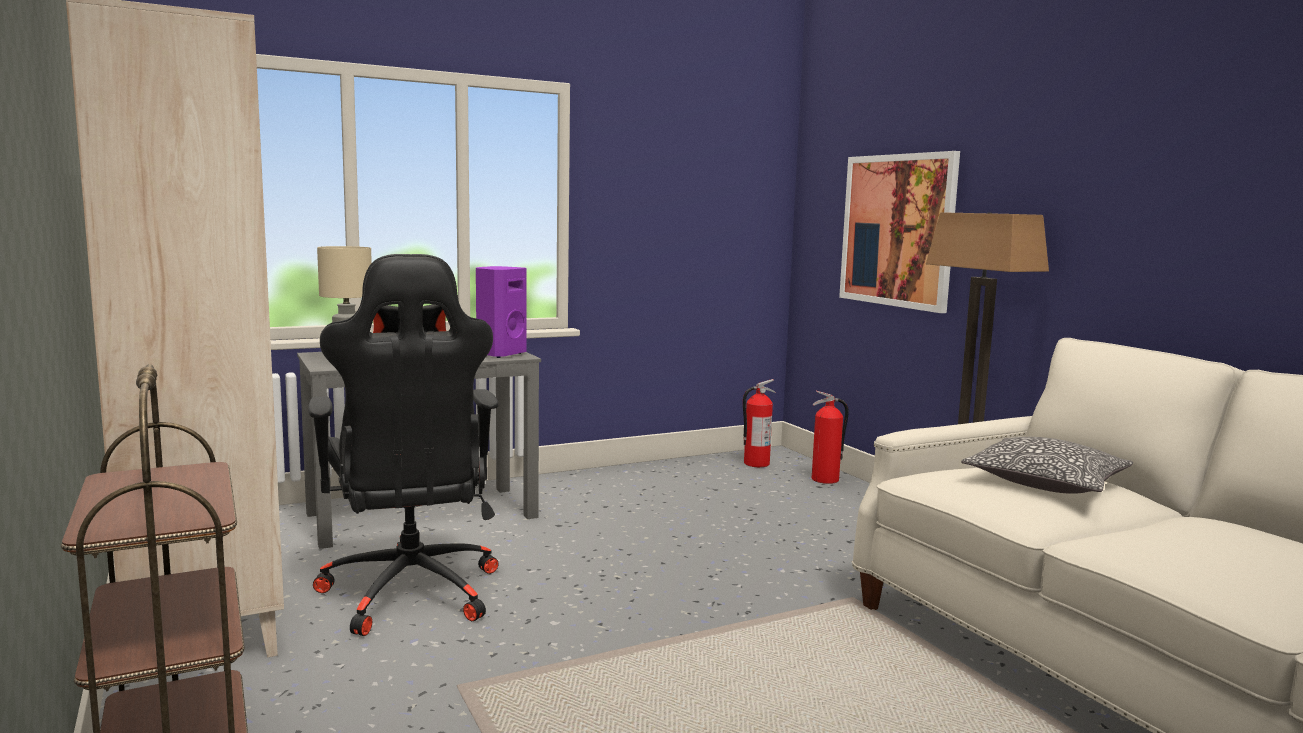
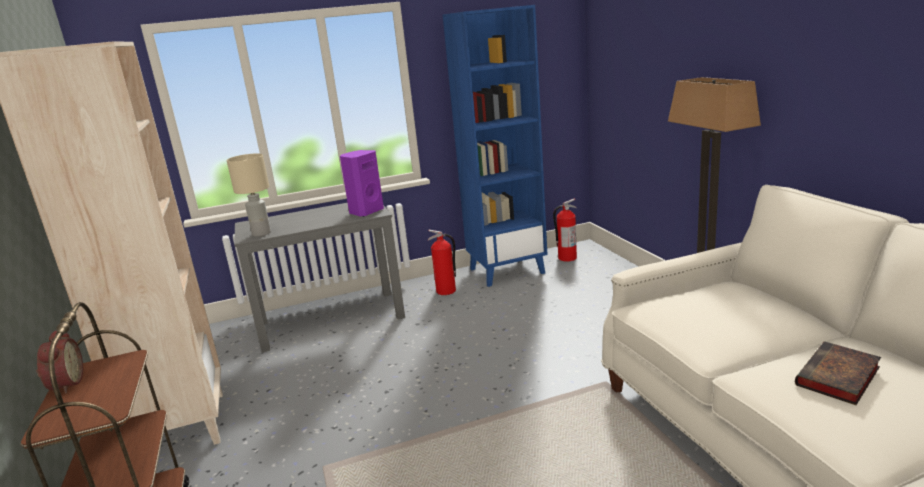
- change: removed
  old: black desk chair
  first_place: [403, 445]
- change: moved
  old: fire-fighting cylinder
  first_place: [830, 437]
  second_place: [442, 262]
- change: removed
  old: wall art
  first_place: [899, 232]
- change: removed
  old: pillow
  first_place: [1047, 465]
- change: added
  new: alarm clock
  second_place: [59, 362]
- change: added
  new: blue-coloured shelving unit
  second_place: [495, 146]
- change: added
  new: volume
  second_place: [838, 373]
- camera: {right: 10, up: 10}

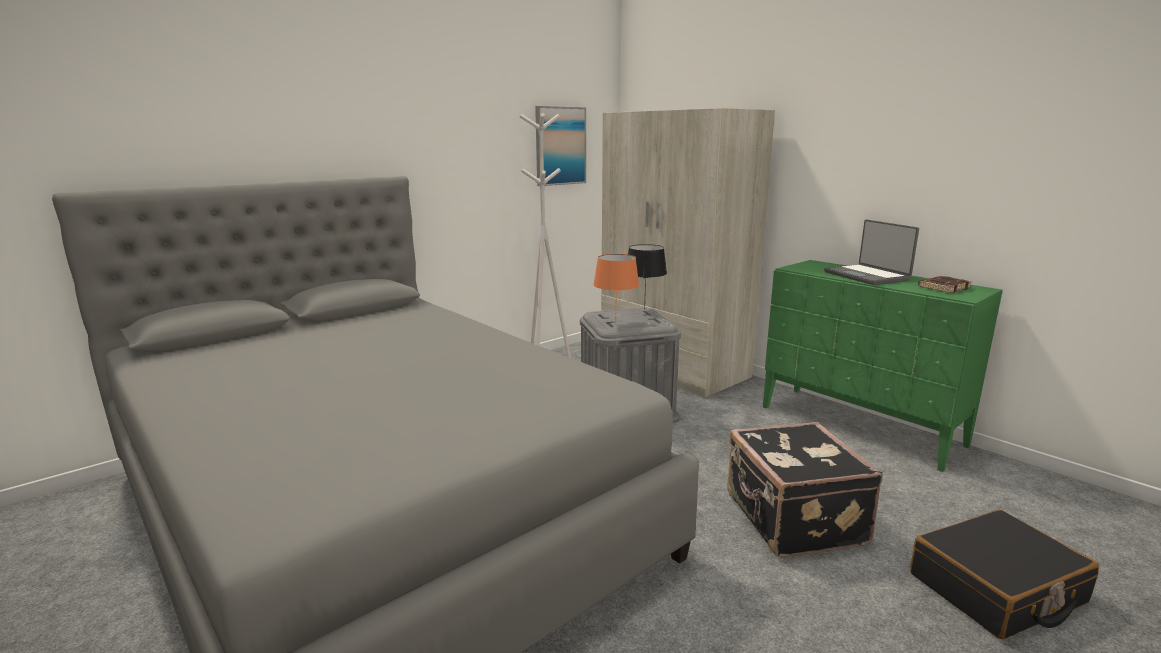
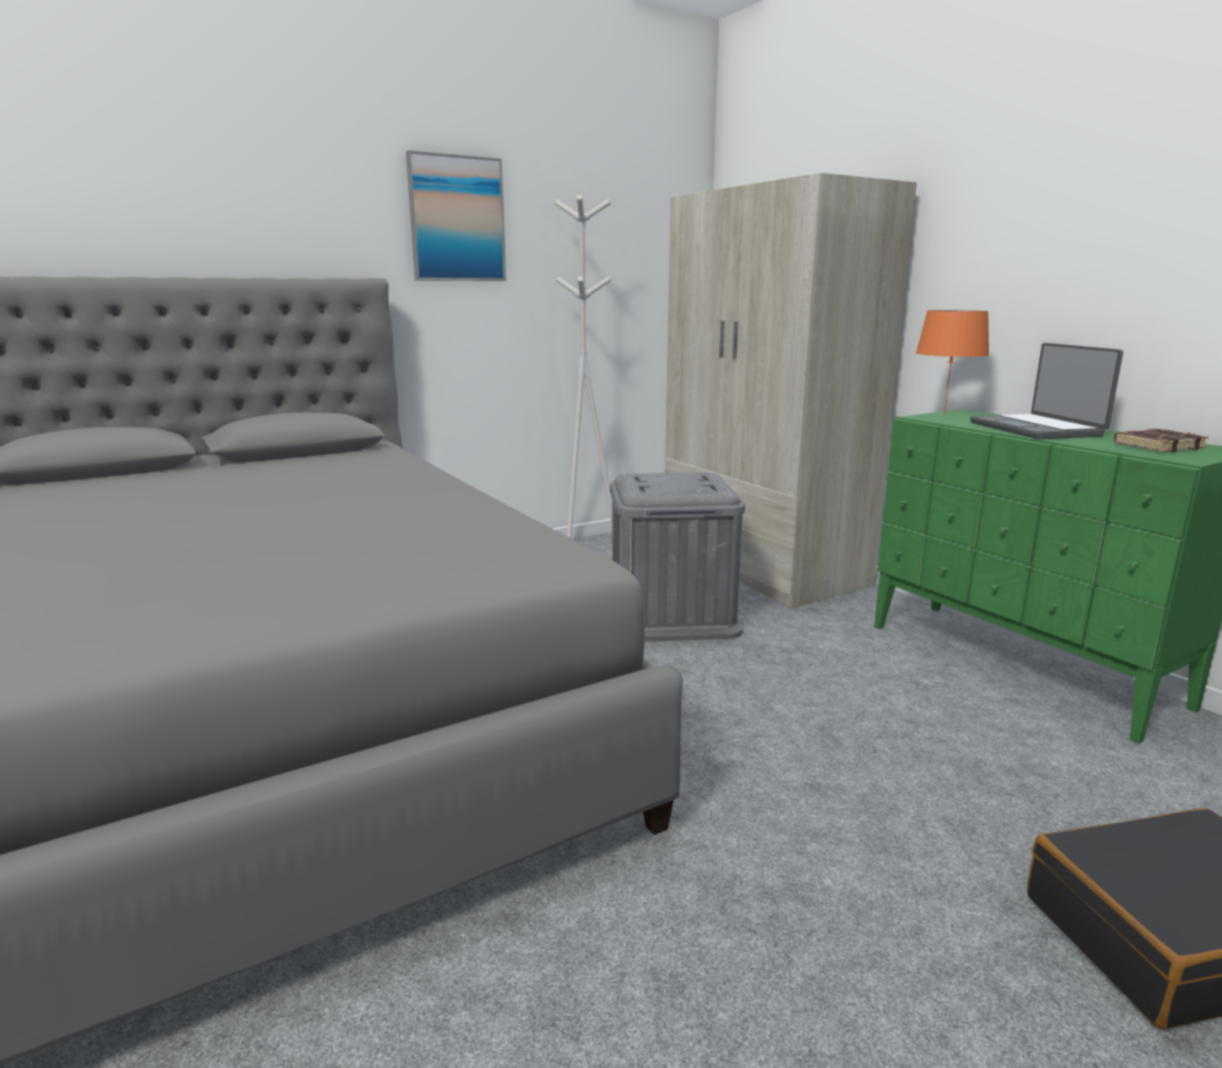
- change: moved
  old: wall art
  first_place: [560, 146]
  second_place: [456, 215]
- change: moved
  old: orangey table lamp
  first_place: [616, 289]
  second_place: [952, 363]
- change: removed
  old: black table lamp
  first_place: [647, 277]
- change: removed
  old: black piece of luggage
  first_place: [805, 489]
- camera: {right: 10, up: 0}

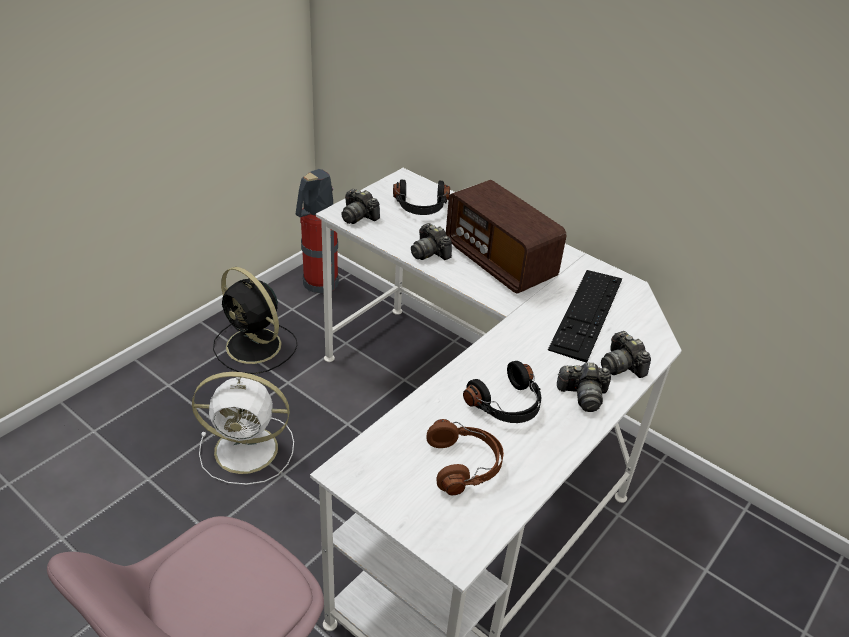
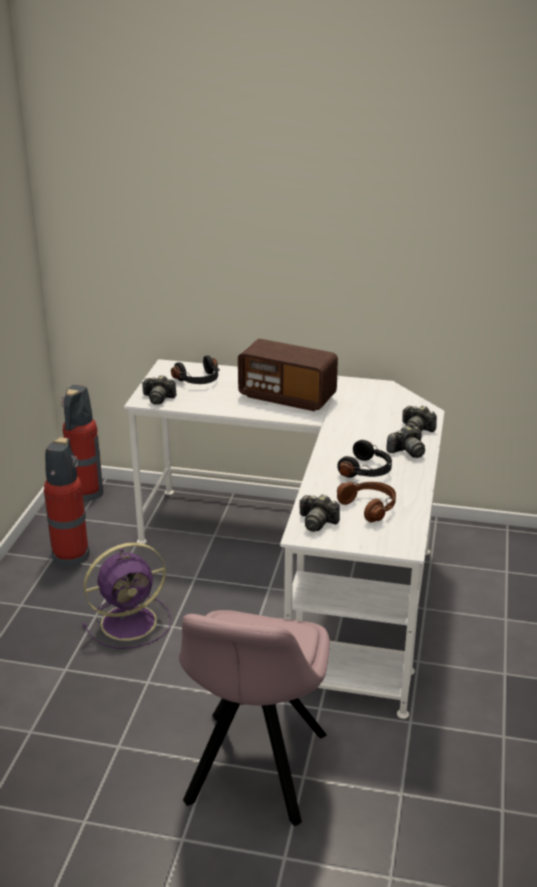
- change: recoloured
  old: white fan
  new: purple-coloured fan
  first_place: [243, 428]
  second_place: [127, 595]
- change: replaced
  old: black fan
  new: fire-fighting cylinder
  first_place: [255, 320]
  second_place: [67, 502]
- change: moved
  old: still camera
  first_place: [431, 241]
  second_place: [319, 513]
- change: removed
  old: keyboard
  first_place: [585, 316]
- camera: {right: -25, up: -10}

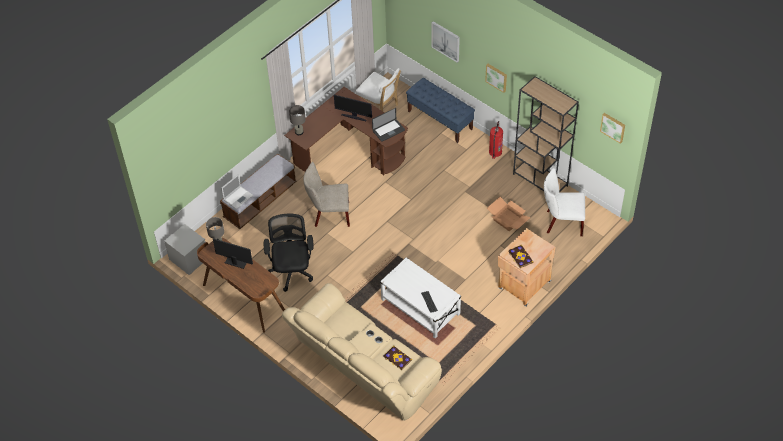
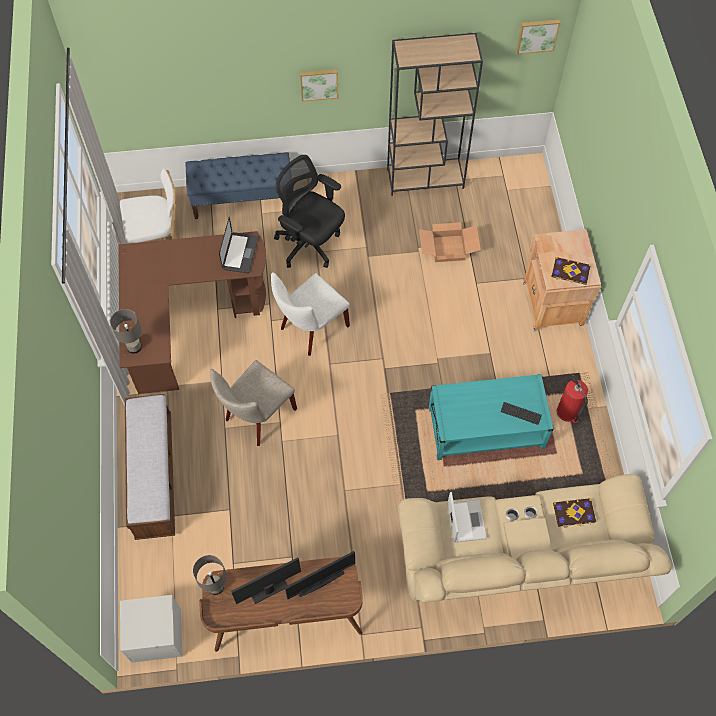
- change: moved
  old: portable computer
  first_place: [237, 192]
  second_place: [467, 517]
- change: moved
  old: black desk chair
  first_place: [289, 253]
  second_place: [309, 211]
- change: moved
  old: computer display
  first_place: [353, 108]
  second_place: [320, 575]
- change: recoloured
  old: white lounge table
  new: turquoise lounge table
  first_place: [420, 298]
  second_place: [491, 417]
- change: removed
  old: wall art
  first_place: [445, 42]
- change: moved
  old: fire-fighting cylinder
  first_place: [496, 140]
  second_place: [572, 399]
- change: moved
  old: white chair
  first_place: [564, 202]
  second_place: [310, 314]
- camera: {right: -50, up: 10}

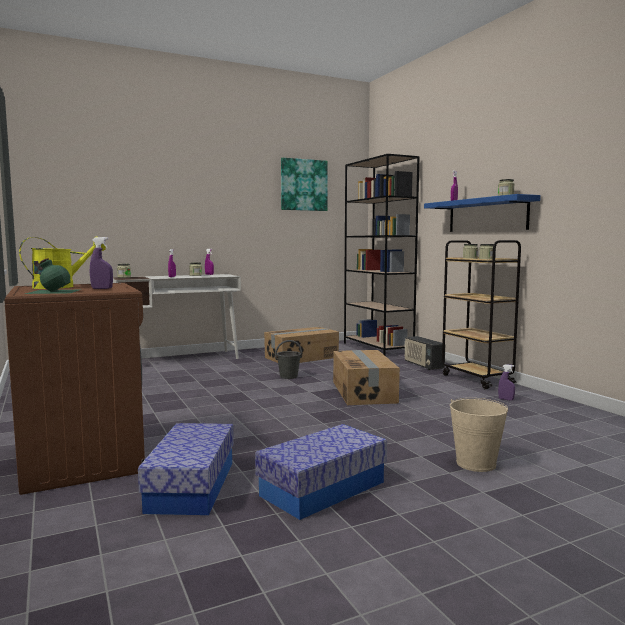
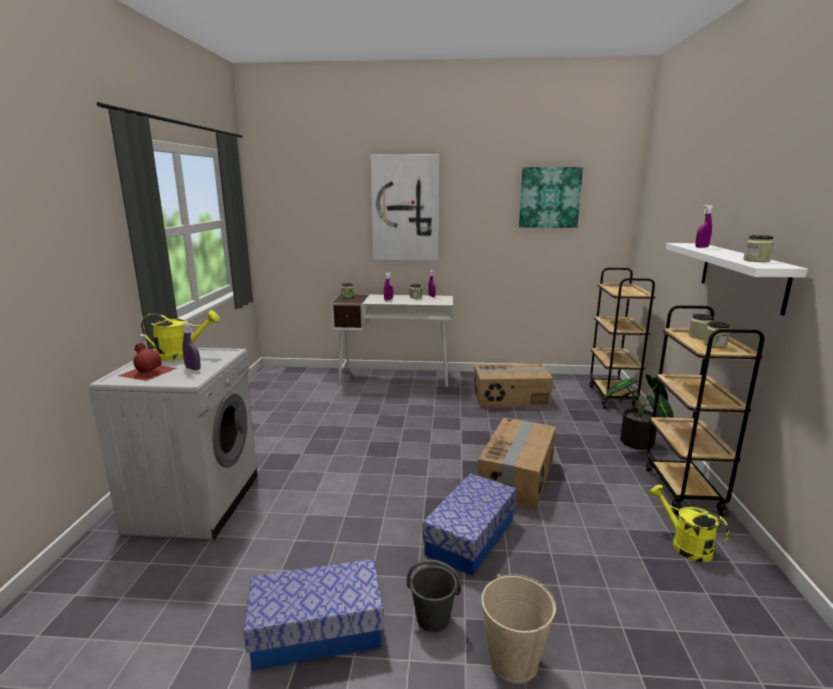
- change: recoloured
  old: brownish washing machine
  new: white washing machine
  first_place: [75, 389]
  second_place: [173, 444]
- change: recoloured
  old: greenish drink bottle
  new: reddish drink bottle
  first_place: [52, 276]
  second_place: [147, 362]
- change: moved
  old: storage bin
  first_place: [186, 469]
  second_place: [469, 524]
- change: moved
  old: grey water bucket
  first_place: [288, 359]
  second_place: [434, 596]
- change: replaced
  old: beige-coloured shelving unit
  new: brownish cart
  first_place: [381, 254]
  second_place: [622, 338]
- change: replaced
  old: radio receiver
  new: houseplant
  first_place: [424, 353]
  second_place: [638, 412]
- change: recoloured
  old: blue-coloured wall shelf
  new: white wall shelf
  first_place: [482, 213]
  second_place: [737, 279]
- change: replaced
  old: purple-coloured hand sprayer
  new: yellow-coloured watering pot
  first_place: [506, 382]
  second_place: [689, 523]
- change: added
  new: wall art
  second_place: [405, 207]
- camera: {right: 30, up: 10}

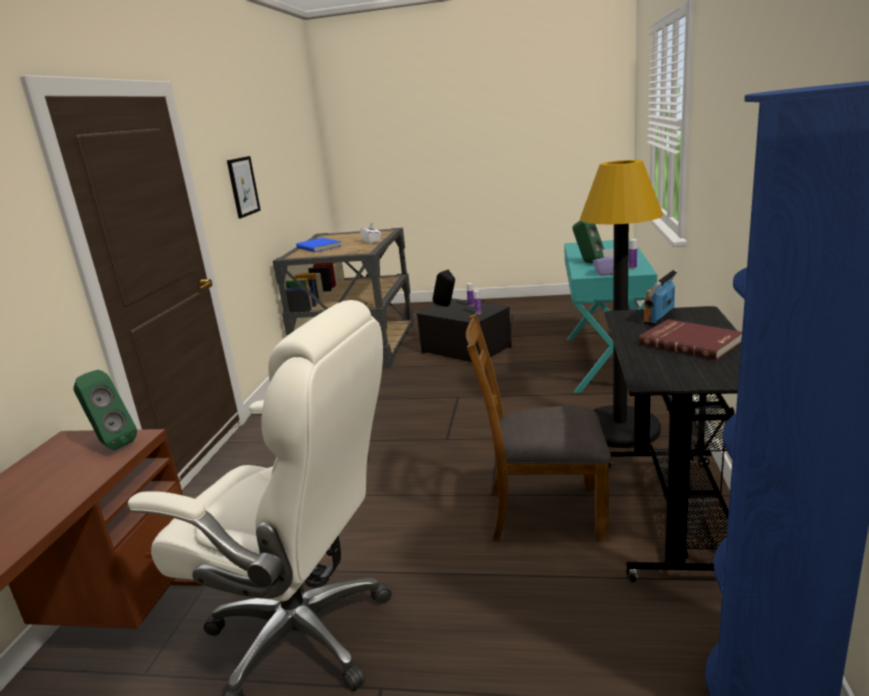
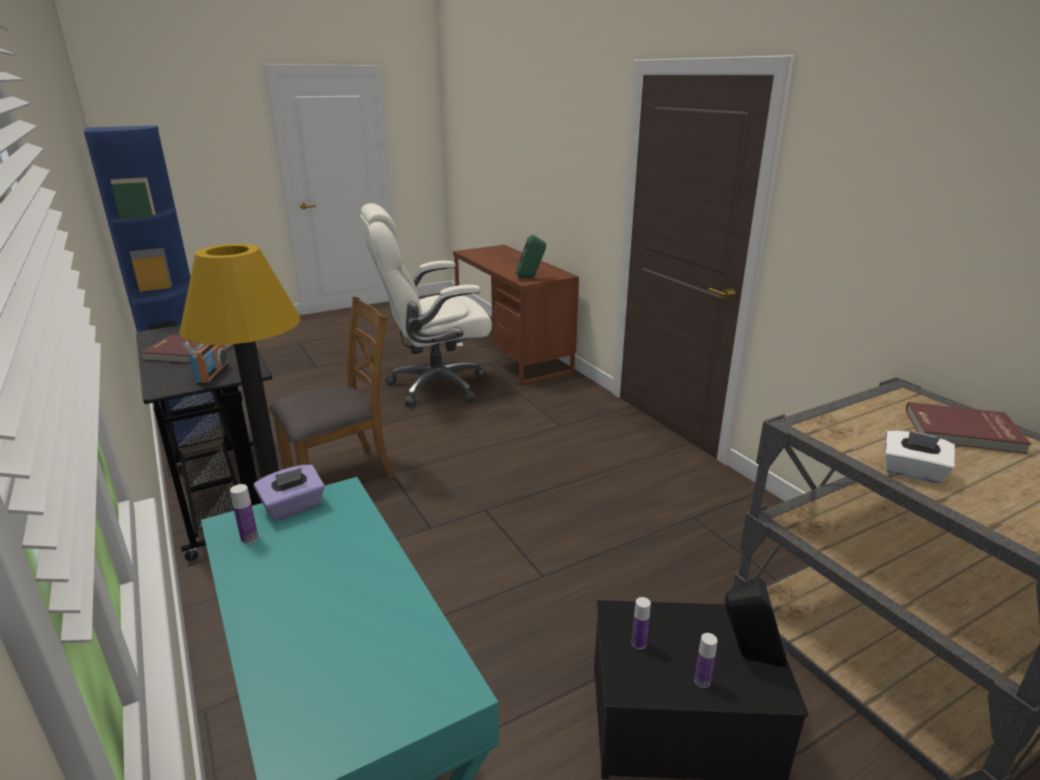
- change: removed
  old: wall art
  first_place: [244, 187]
- change: recoloured
  old: blue-coloured volume
  new: reddish volume
  first_place: [318, 245]
  second_place: [968, 428]
- change: removed
  old: greenish speaker
  first_place: [588, 241]
- camera: {right: 140, up: 5}

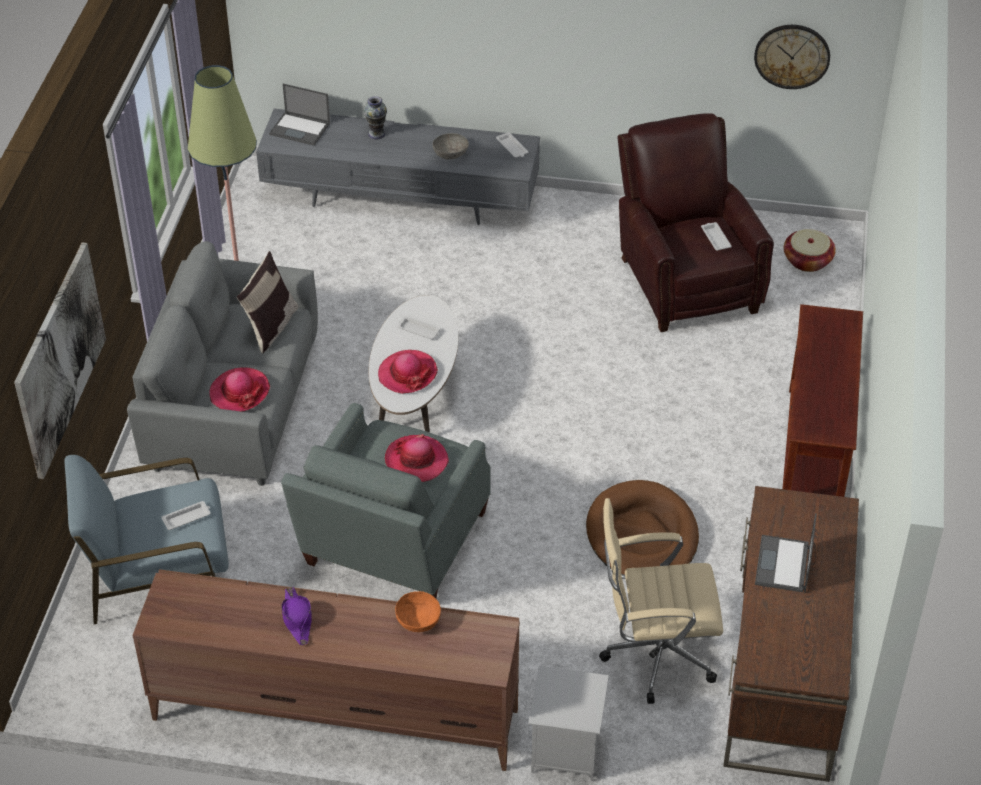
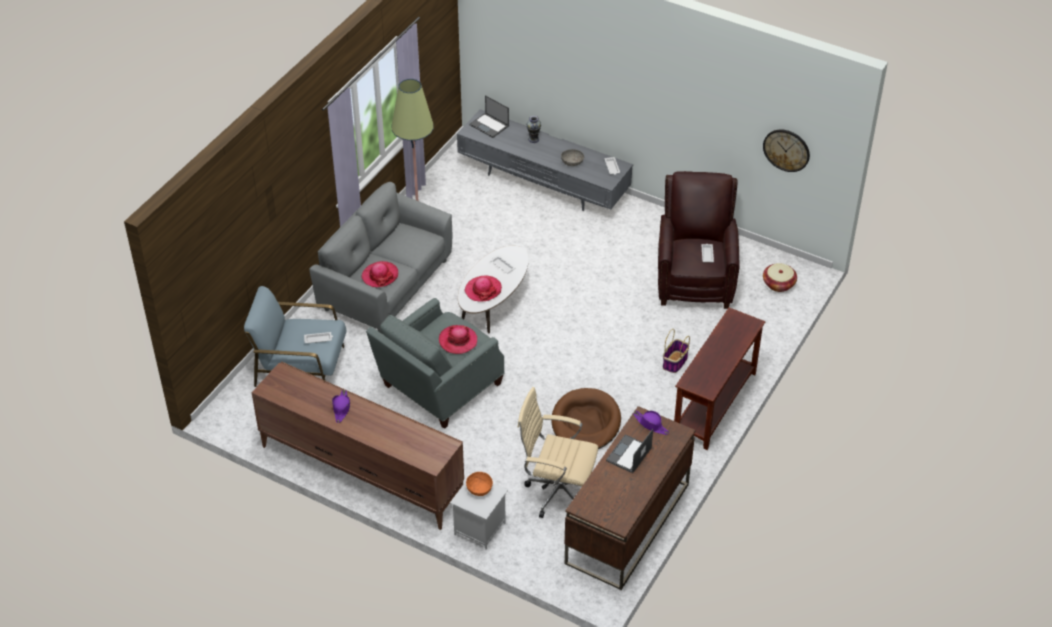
- change: removed
  old: wall art
  first_place: [60, 360]
- change: removed
  old: pillow
  first_place: [267, 302]
- change: moved
  old: orangey deep dish
  first_place: [418, 611]
  second_place: [479, 484]
- change: added
  new: purple-coloured wearable hat
  second_place: [651, 422]
- change: added
  new: storage basket
  second_place: [676, 351]
- camera: {right: 20, up: 0}

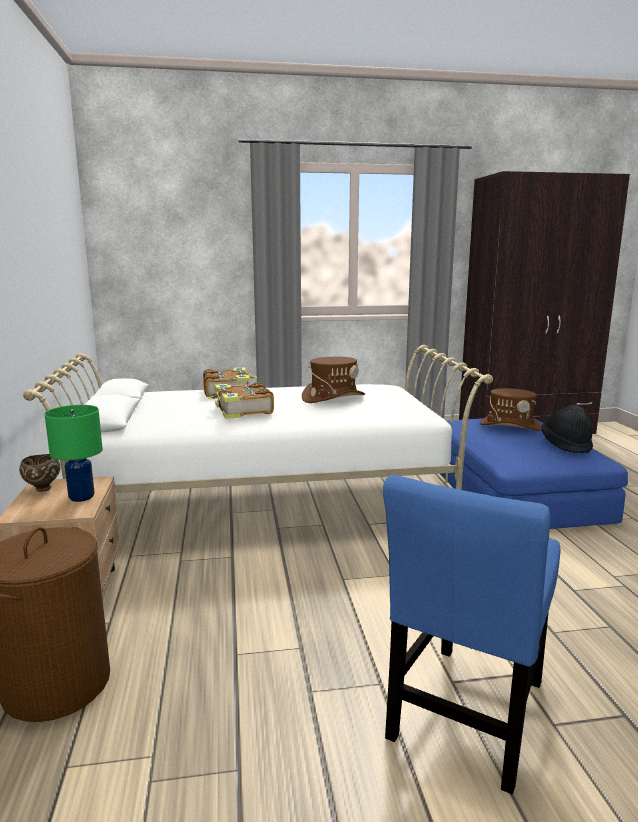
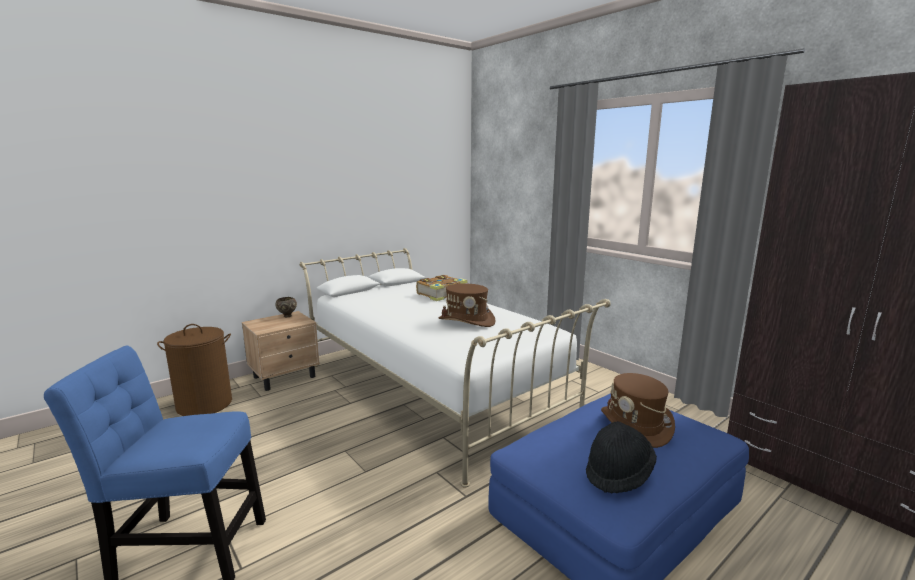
- change: removed
  old: greenish table lamp
  first_place: [74, 453]
- change: removed
  old: volume
  first_place: [241, 400]
- camera: {right: 60, up: 0}

